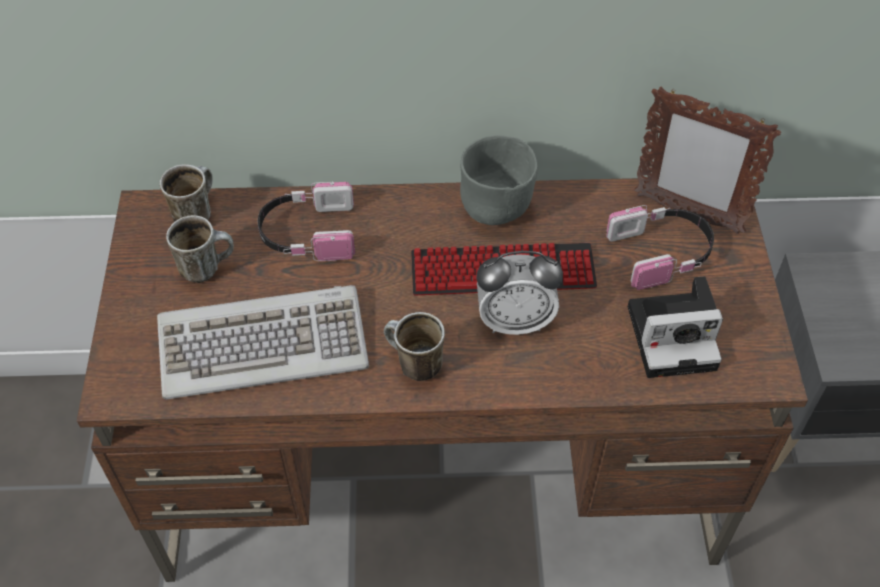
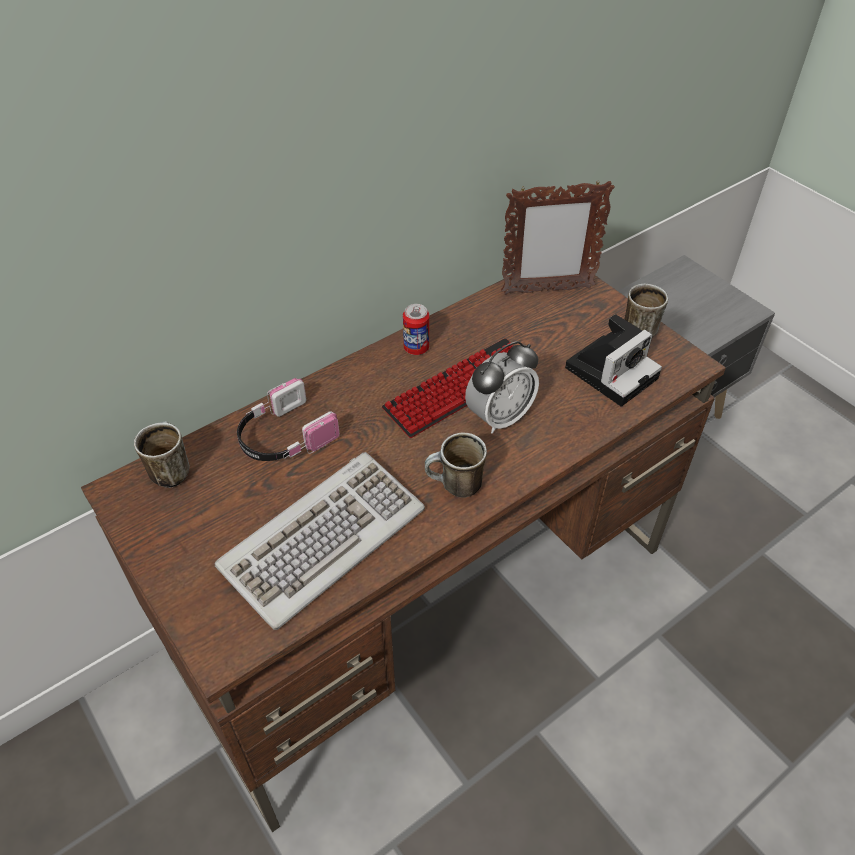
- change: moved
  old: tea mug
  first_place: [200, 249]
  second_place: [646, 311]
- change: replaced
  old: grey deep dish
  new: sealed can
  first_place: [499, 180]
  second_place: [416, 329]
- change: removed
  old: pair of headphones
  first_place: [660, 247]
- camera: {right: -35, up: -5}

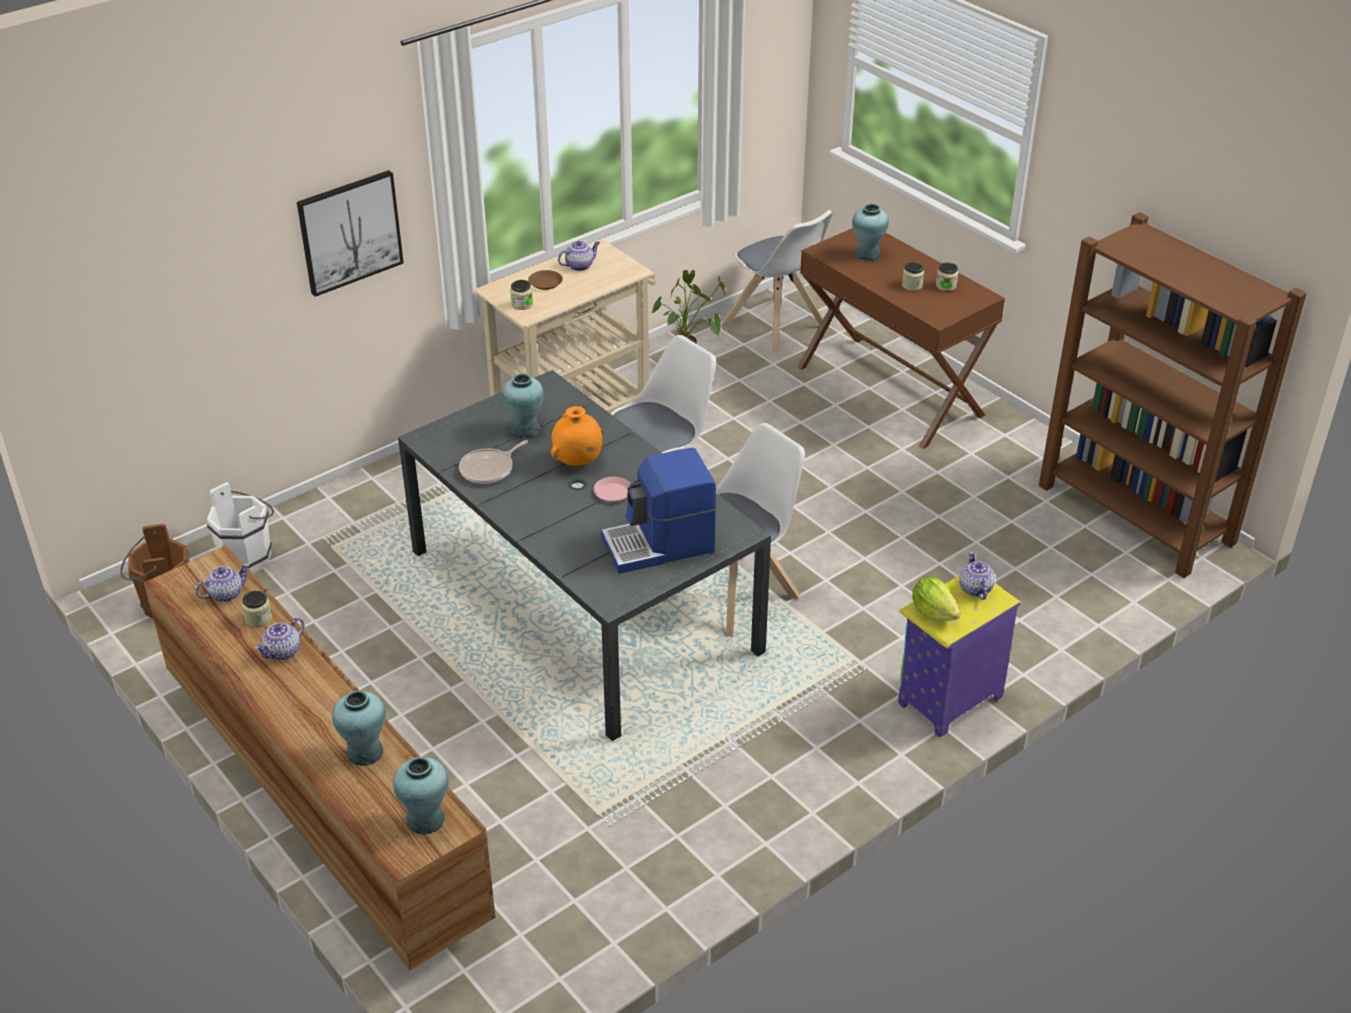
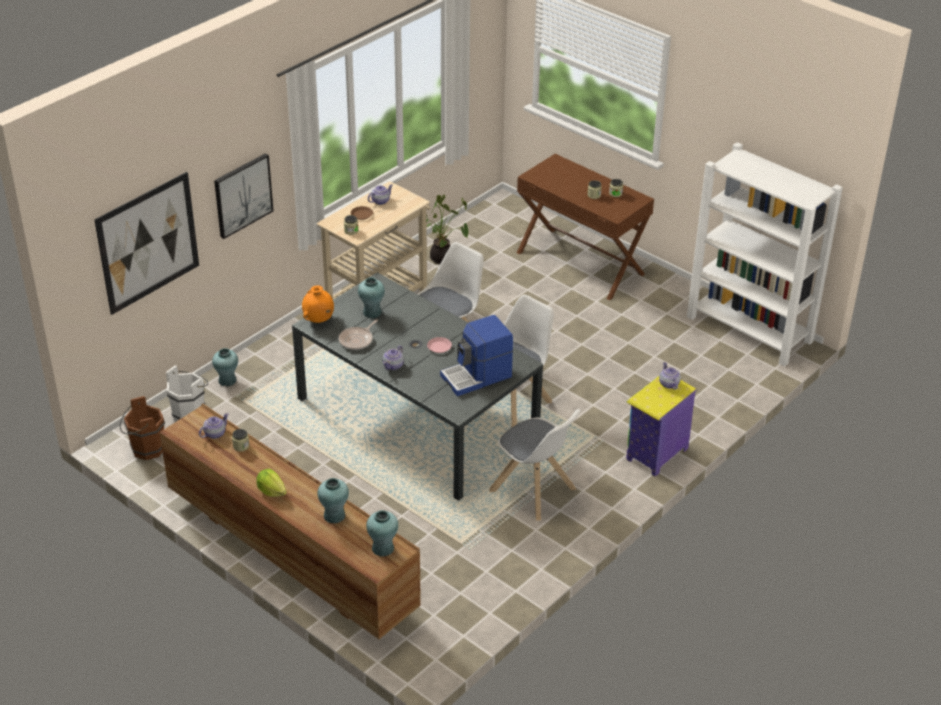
- change: moved
  old: pot for tea
  first_place: [280, 639]
  second_place: [393, 357]
- change: moved
  old: orangey vase
  first_place: [577, 436]
  second_place: [318, 304]
- change: moved
  old: chair
  first_place: [778, 281]
  second_place: [535, 464]
- change: moved
  old: turquoise vase
  first_place: [870, 232]
  second_place: [225, 367]
- change: moved
  old: head of lettuce
  first_place: [936, 599]
  second_place: [271, 483]
- change: recoloured
  old: brownish shelving unit
  new: white shelving unit
  first_place: [1173, 395]
  second_place: [765, 254]
- change: added
  new: wall art
  second_place: [146, 243]
- camera: {right: -10, up: 0}

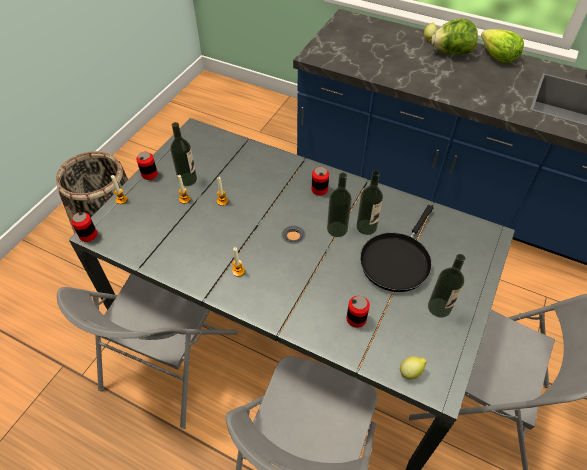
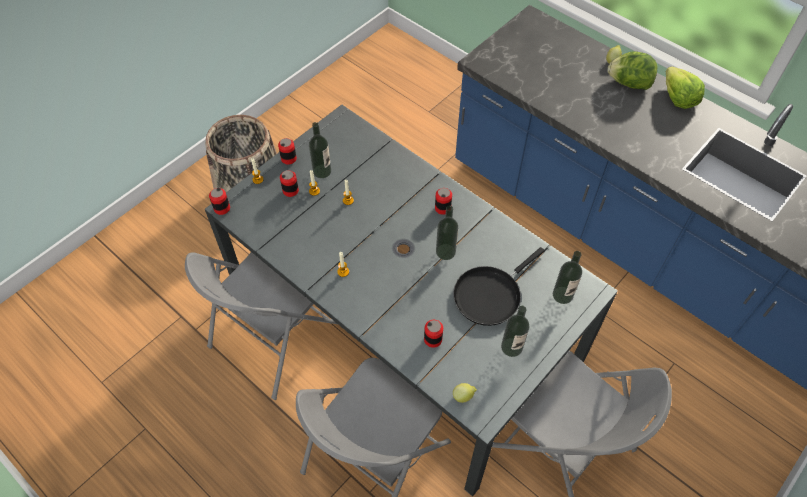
- change: moved
  old: drink bottle
  first_place: [369, 202]
  second_place: [567, 277]
- change: added
  new: sealed can
  second_place: [289, 183]
- camera: {right: 15, up: 5}

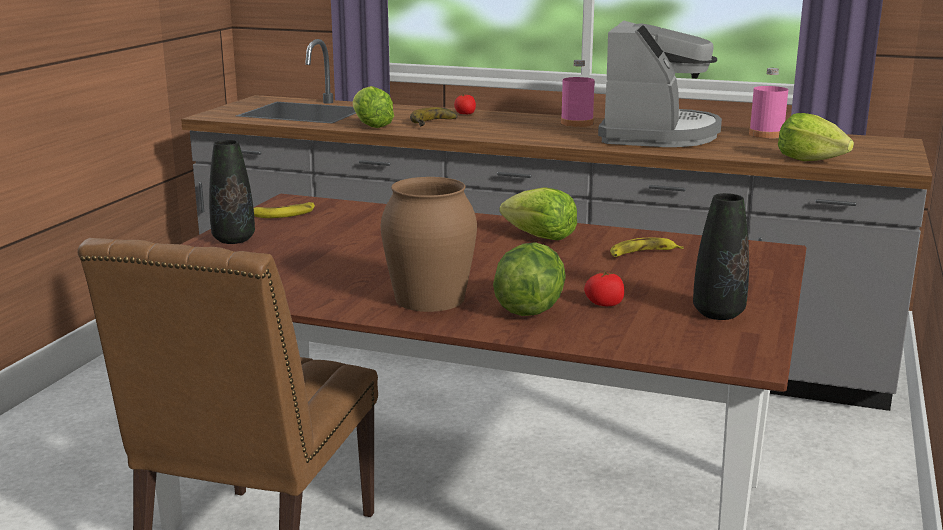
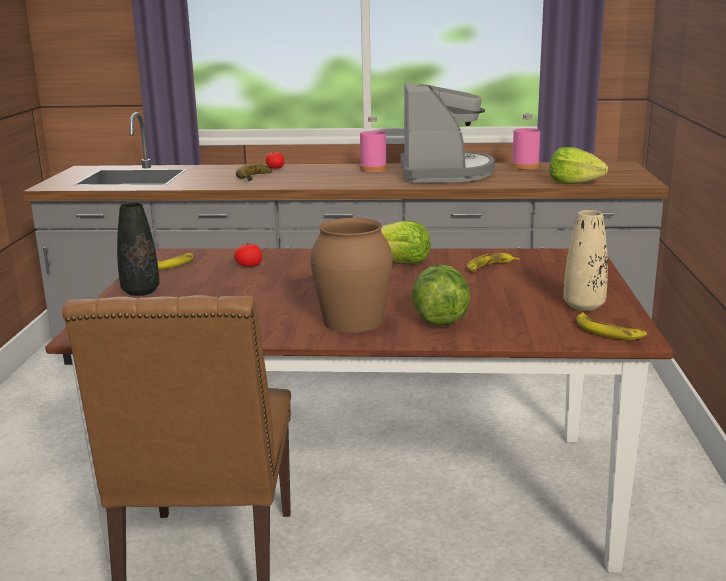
- change: removed
  old: head of lettuce
  first_place: [373, 107]
- change: moved
  old: fresh tomato
  first_place: [604, 288]
  second_place: [248, 255]
- change: recoloured
  old: black vase
  new: beige-coloured vase
  first_place: [721, 256]
  second_place: [586, 260]
- change: added
  new: banana fruit
  second_place: [611, 326]
- camera: {right: -15, up: 0}

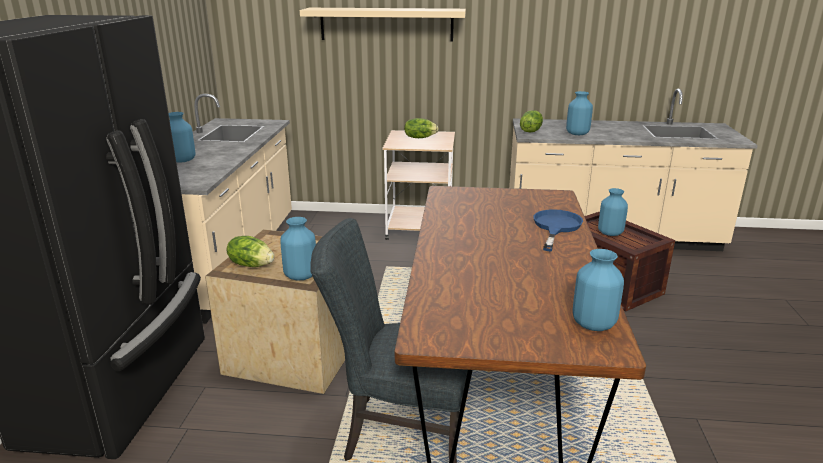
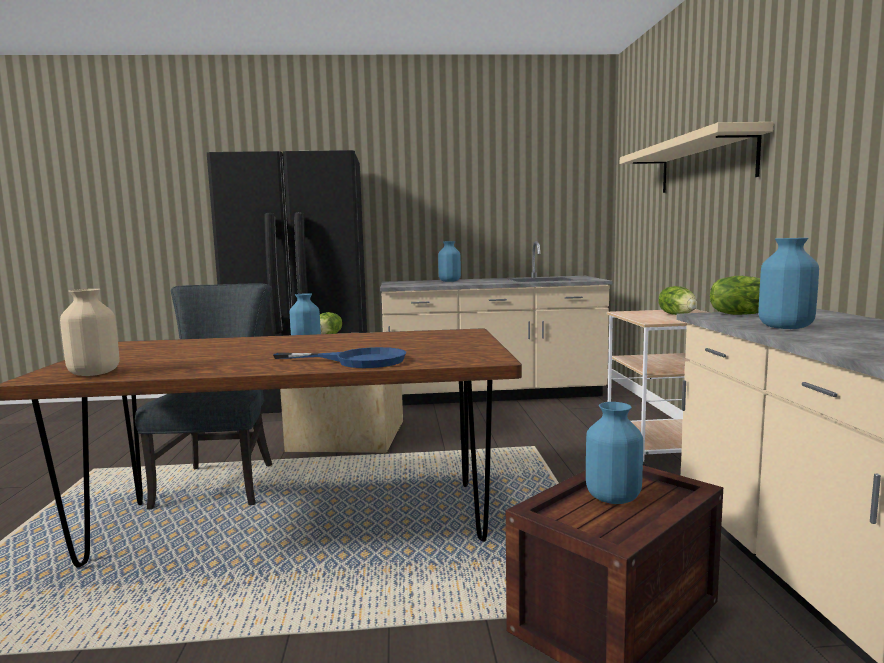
- change: recoloured
  old: blue-coloured vase
  new: beige-coloured vase
  first_place: [598, 290]
  second_place: [89, 332]
- camera: {right: 80, up: -15}

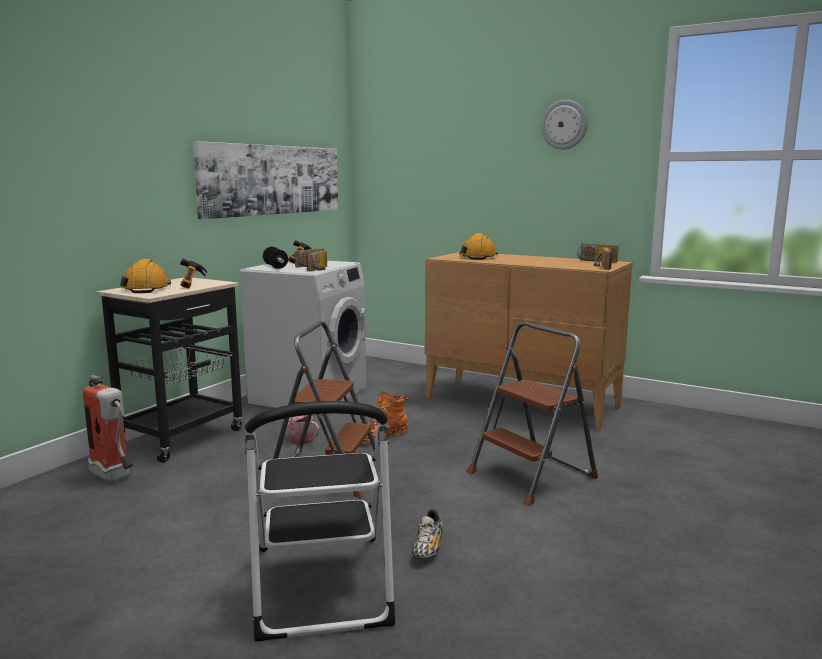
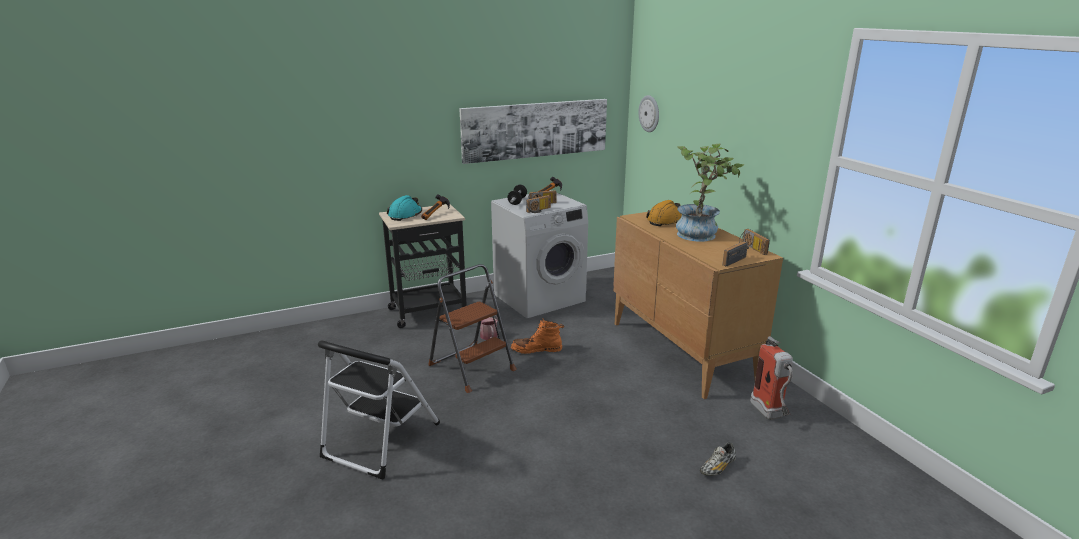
- change: moved
  old: fire-fighting cylinder
  first_place: [108, 429]
  second_place: [771, 378]
- change: recoloured
  old: orangey safety helmet
  new: turquoise safety helmet
  first_place: [145, 276]
  second_place: [404, 208]
- change: moved
  old: shoe
  first_place: [428, 534]
  second_place: [718, 459]
- change: removed
  old: brownish stepladder
  first_place: [532, 414]
- change: moved
  old: hanging clock
  first_place: [564, 125]
  second_place: [648, 113]
- change: added
  new: houseplant
  second_place: [710, 192]
- camera: {right: 35, up: 10}

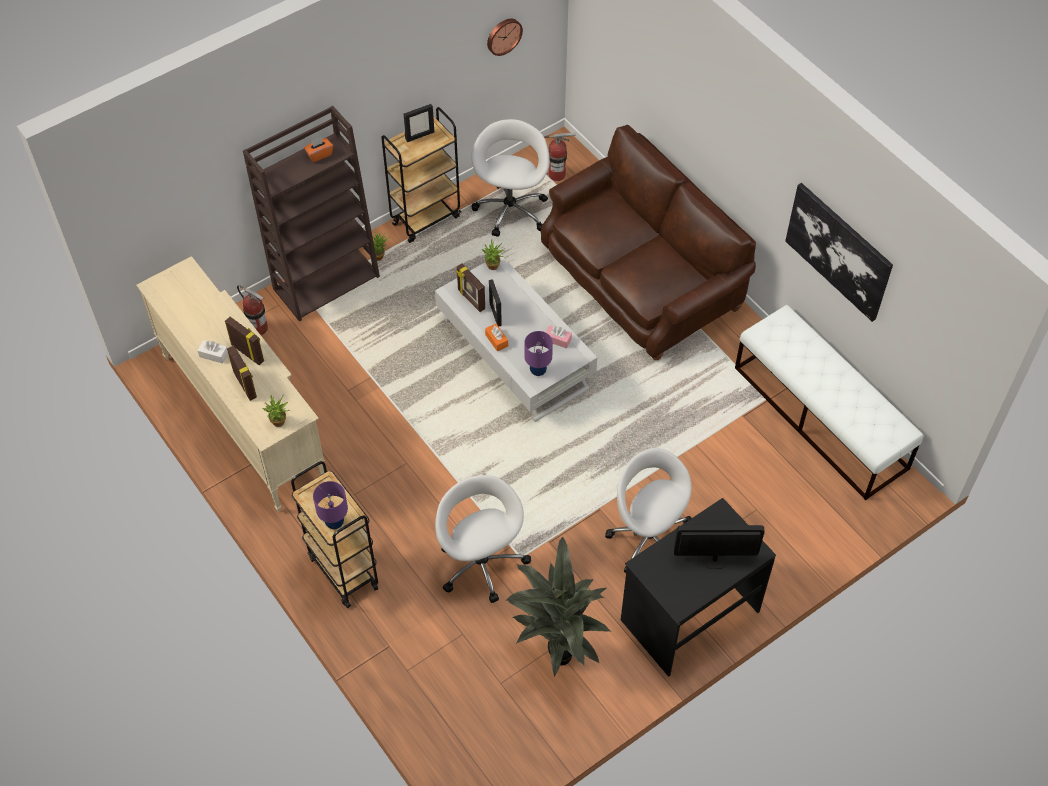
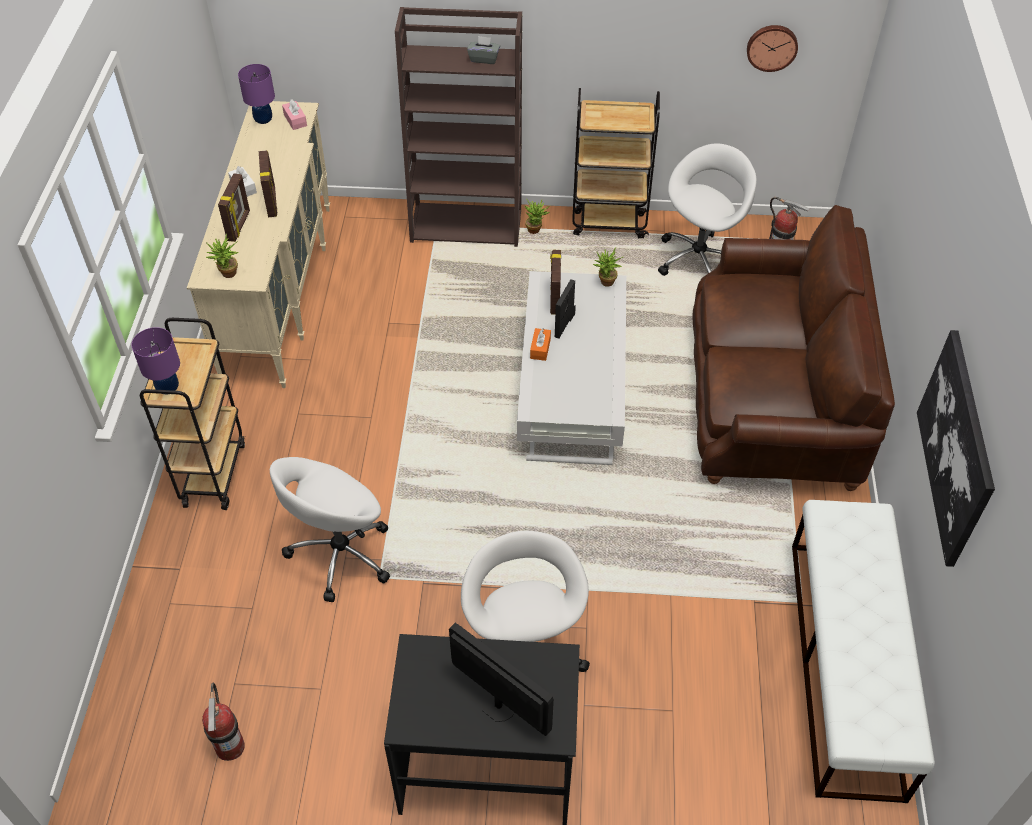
- change: moved
  old: fire-fighting cylinder
  first_place: [252, 310]
  second_place: [223, 722]
- change: recoloured
  old: orangey tissue box
  new: grey tissue box
  first_place: [318, 149]
  second_place: [483, 50]
- change: removed
  old: picture frame
  first_place: [419, 123]
- change: turned
  old: white desk chair
  first_place: [483, 539]
  second_place: [330, 529]
  degrees: -150
- change: removed
  old: houseplant
  first_place: [558, 607]
- change: moved
  old: purple-coloured table lamp
  first_place: [538, 353]
  second_place: [256, 94]
- change: moved
  old: pink tissue box
  first_place: [559, 336]
  second_place: [294, 114]
- camera: {right: 40, up: -5}

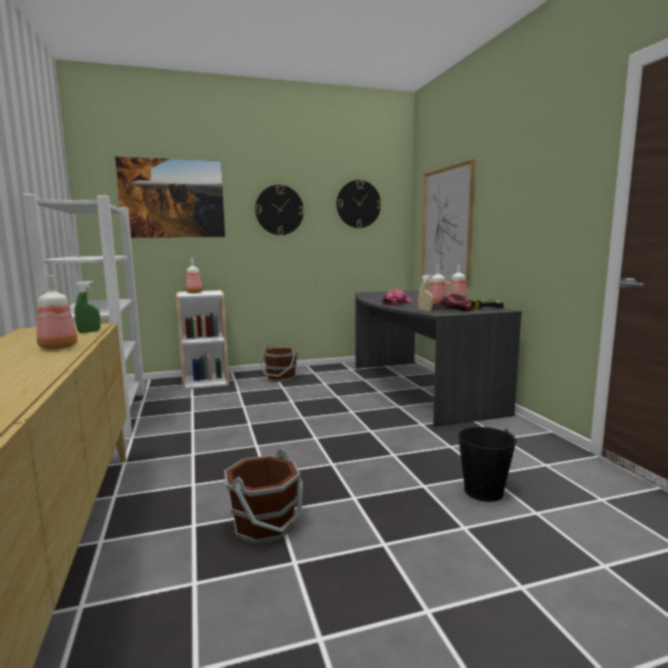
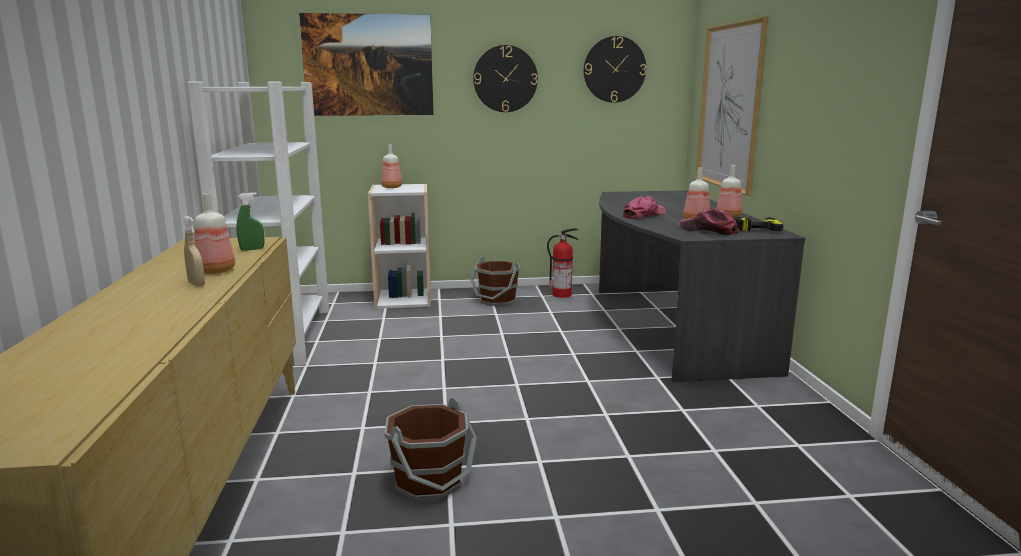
- change: moved
  old: beige-coloured hand sprayer
  first_place: [425, 293]
  second_place: [194, 251]
- change: removed
  old: black water bucket
  first_place: [487, 464]
- change: added
  new: fire-fighting cylinder
  second_place: [563, 263]
- camera: {right: 10, up: 5}

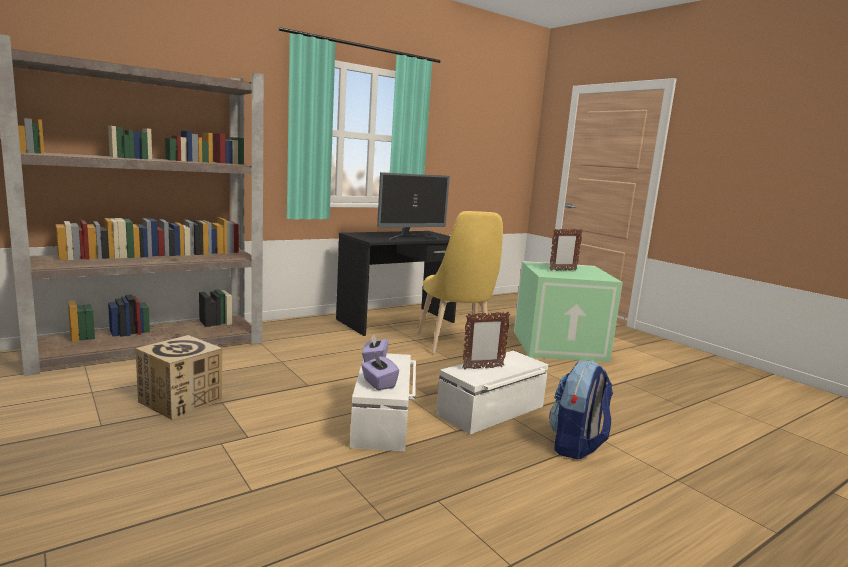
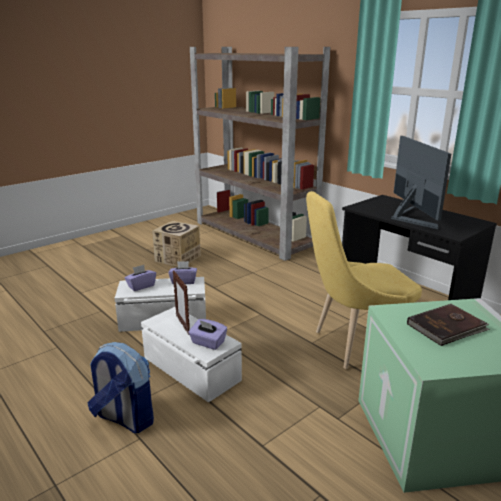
- change: turned
  old: computer display
  first_place: [413, 206]
  second_place: [421, 182]
  degrees: -150
- change: replaced
  old: picture frame
  new: brownish volume
  first_place: [566, 250]
  second_place: [448, 325]
- change: added
  new: purple-coloured tissue box
  second_place: [207, 334]
- camera: {right: 85, up: 10}

